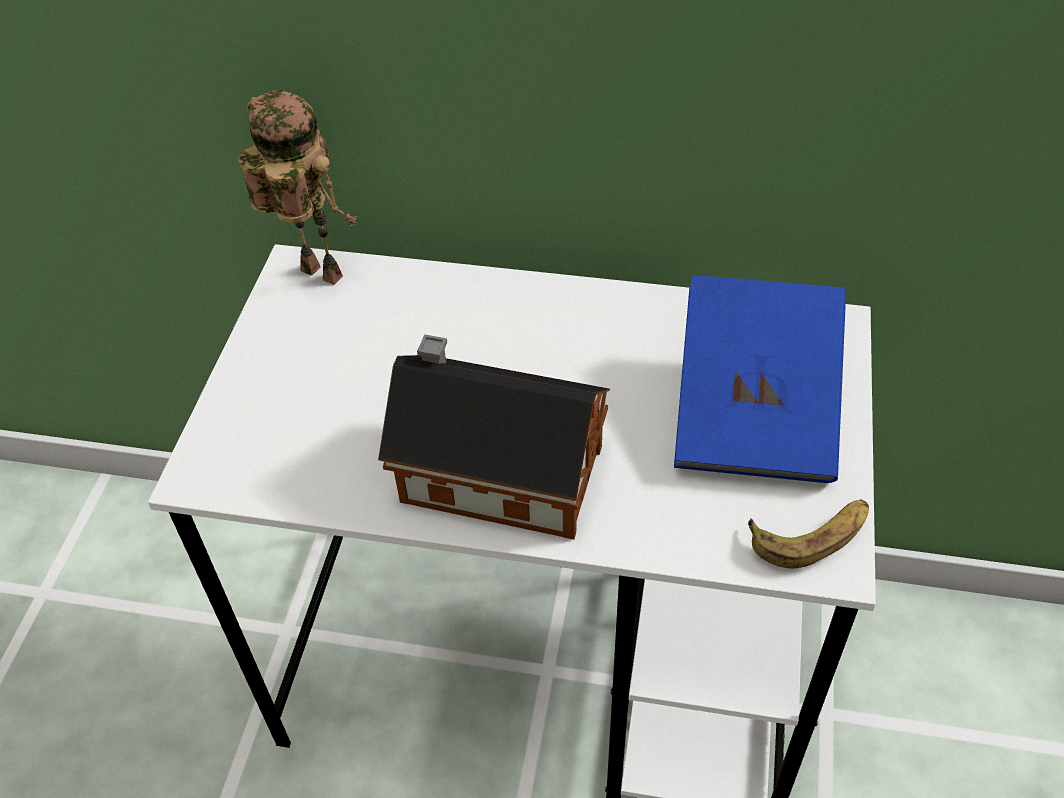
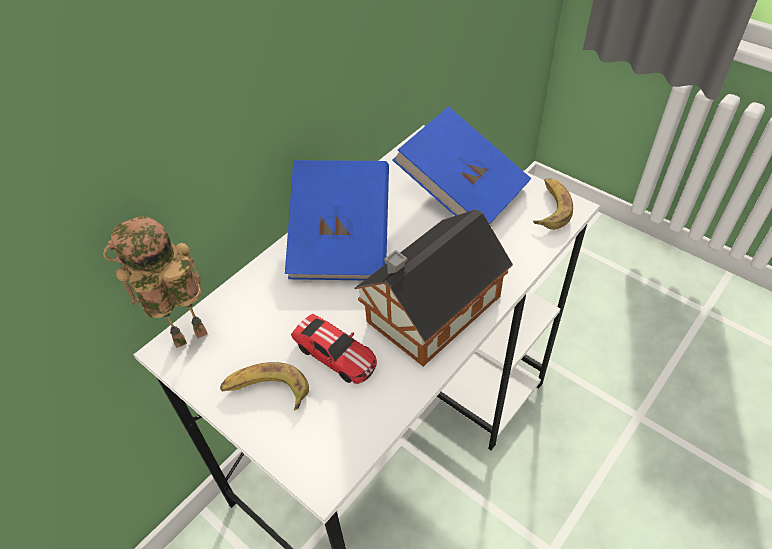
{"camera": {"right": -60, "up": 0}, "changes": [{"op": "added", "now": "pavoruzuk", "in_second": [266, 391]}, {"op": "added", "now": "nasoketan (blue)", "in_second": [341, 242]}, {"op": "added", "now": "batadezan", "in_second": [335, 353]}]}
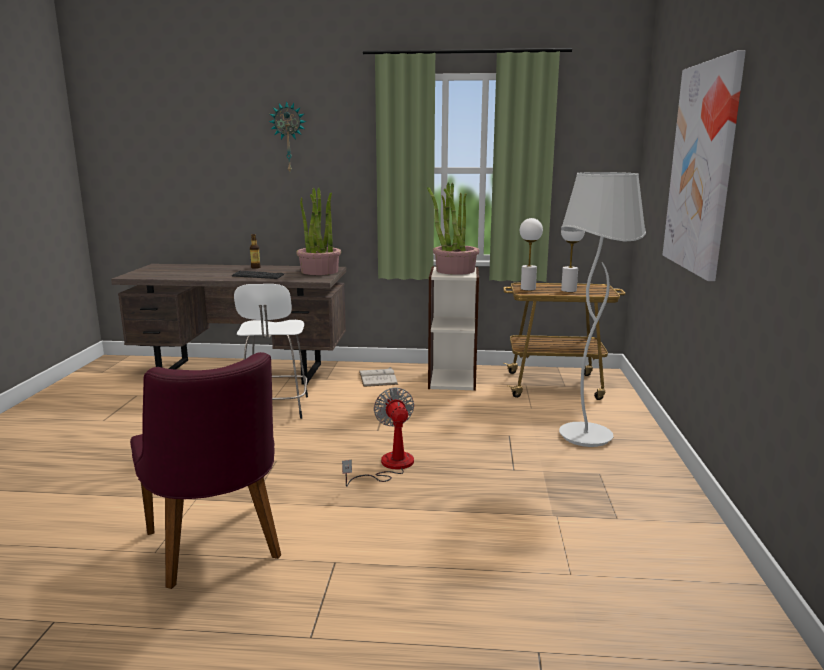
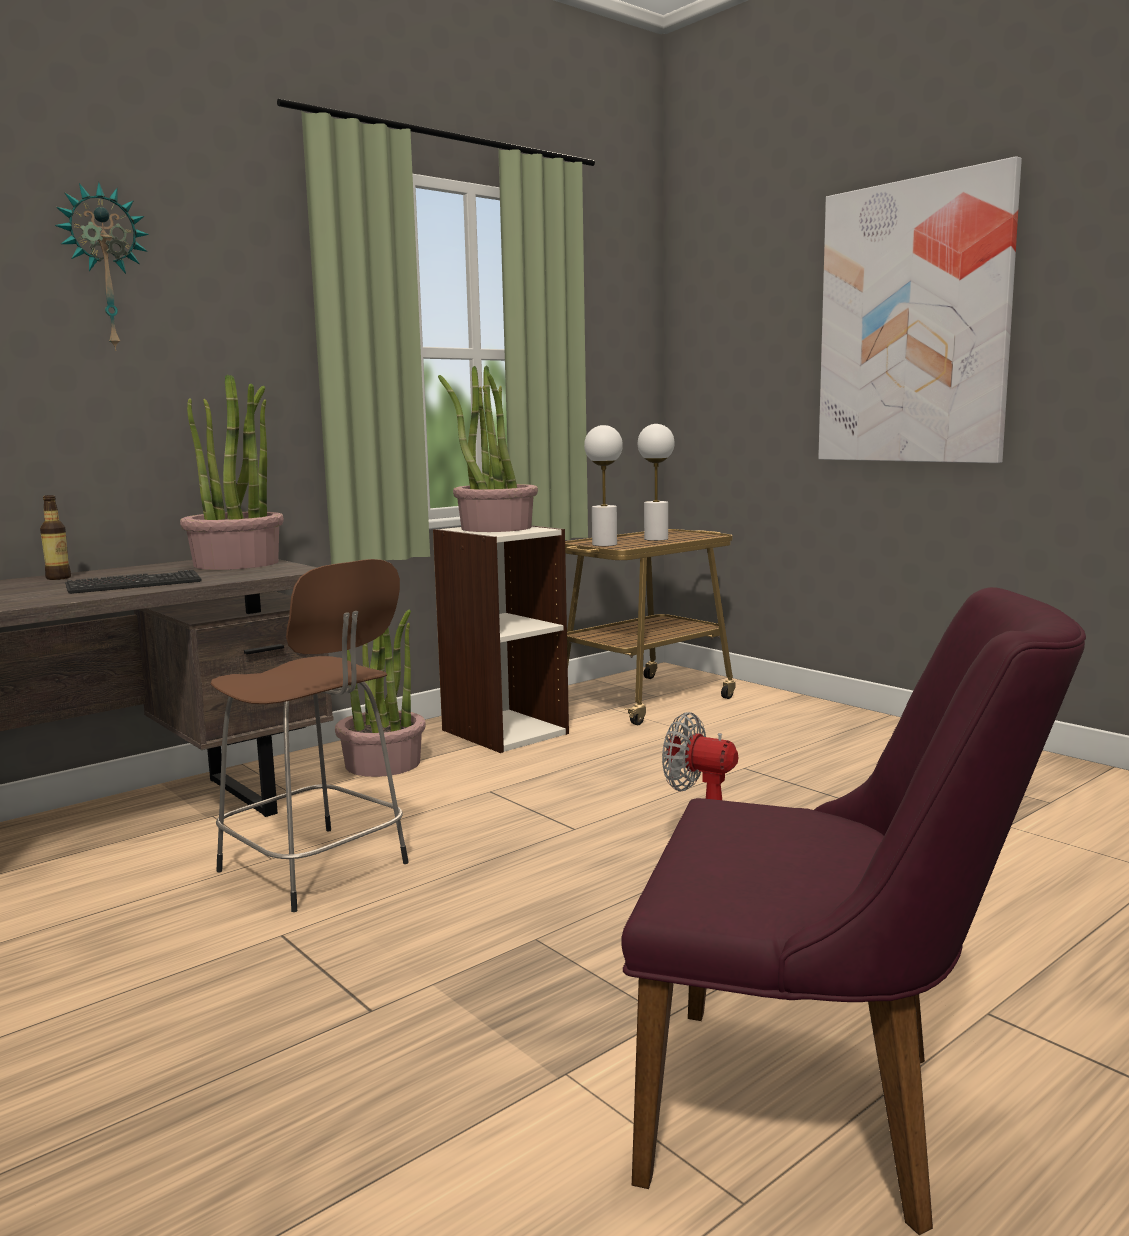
{"camera": {"right": -45, "up": -5}, "changes": [{"op": "recoloured", "was": "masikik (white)", "now": "masikik (brown)", "in_first": [275, 409], "in_second": [317, 869]}, {"op": "replaced", "was": "nasoketan (white)", "now": "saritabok", "in_first": [378, 378], "in_second": [383, 764]}, {"op": "removed", "was": "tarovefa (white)", "in_first": [586, 436]}]}
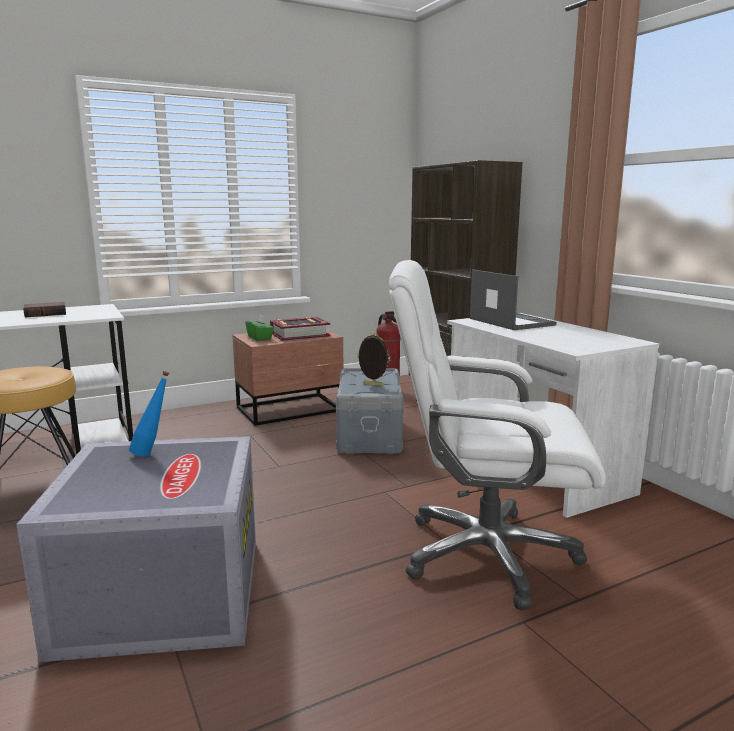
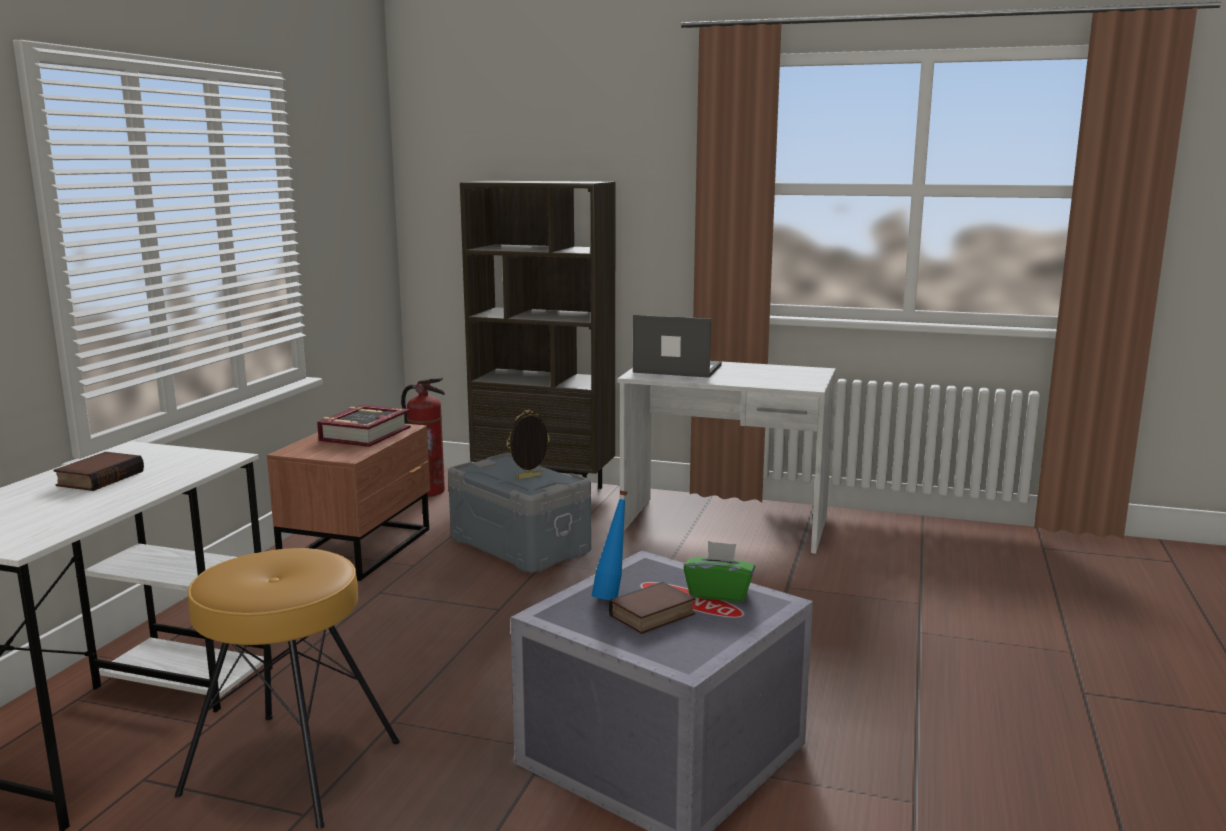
{"camera": {"right": -45, "up": 0}, "changes": [{"op": "moved", "was": "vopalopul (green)", "in_first": [260, 338], "in_second": [719, 593]}, {"op": "removed", "was": "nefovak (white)", "in_first": [485, 554]}, {"op": "added", "now": "nasoketan", "in_second": [652, 616]}]}
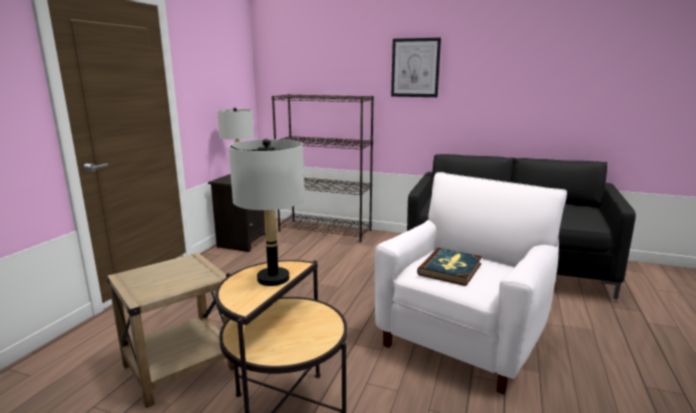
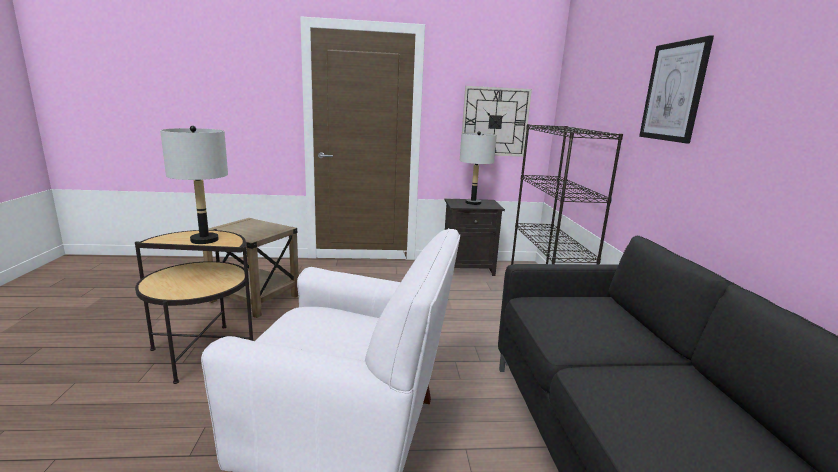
{"camera": {"right": 65, "up": 0}, "changes": [{"op": "removed", "was": "nasoketan", "in_first": [450, 269]}, {"op": "added", "now": "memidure", "in_second": [495, 122]}]}
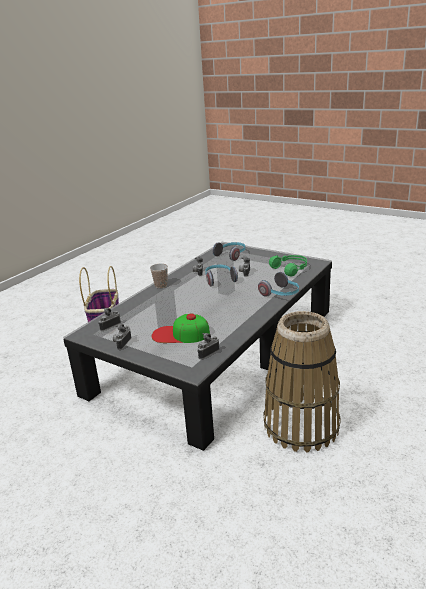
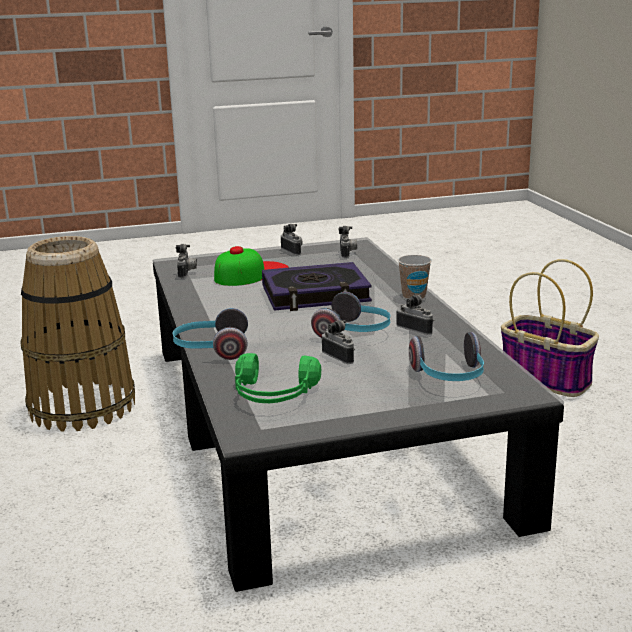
{"camera": {"right": 130, "up": -5}, "changes": [{"op": "added", "now": "nasoketan", "in_second": [315, 295]}]}
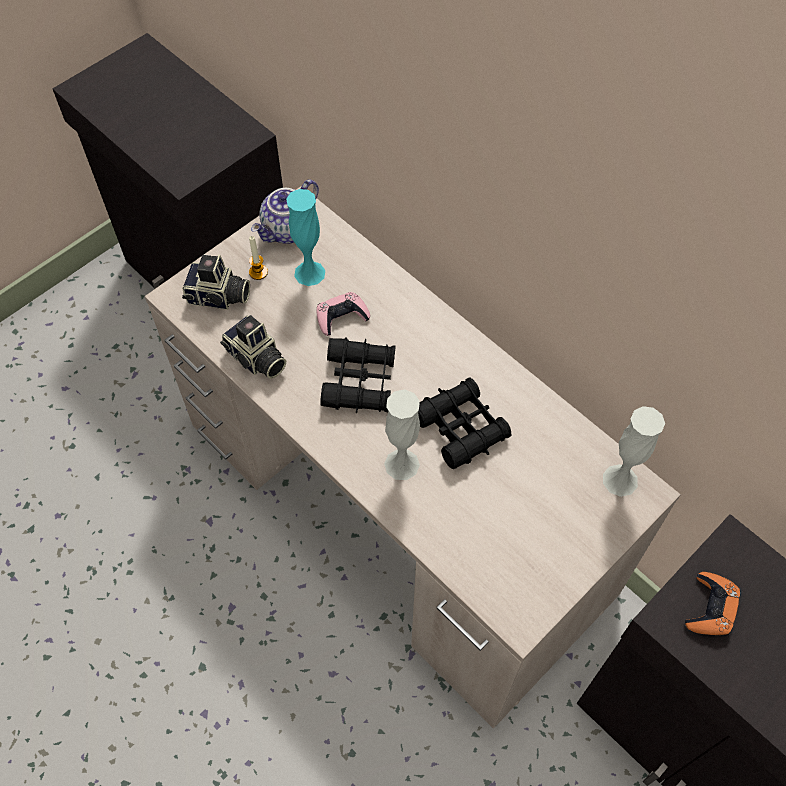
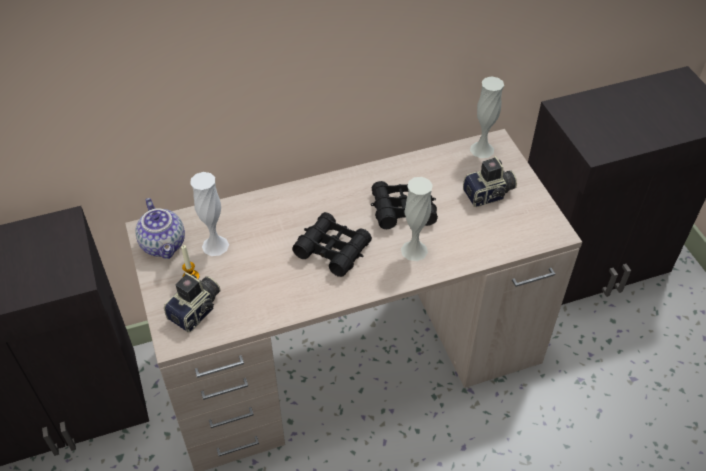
{"camera": {"right": -65, "up": -10}, "changes": [{"op": "moved", "was": "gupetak", "in_first": [256, 359], "in_second": [489, 195]}, {"op": "recoloured", "was": "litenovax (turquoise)", "now": "litenovax (white)", "in_first": [309, 273], "in_second": [215, 245]}, {"op": "removed", "was": "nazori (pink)", "in_first": [341, 317]}, {"op": "removed", "was": "nazori (orange)", "in_first": [710, 608]}]}
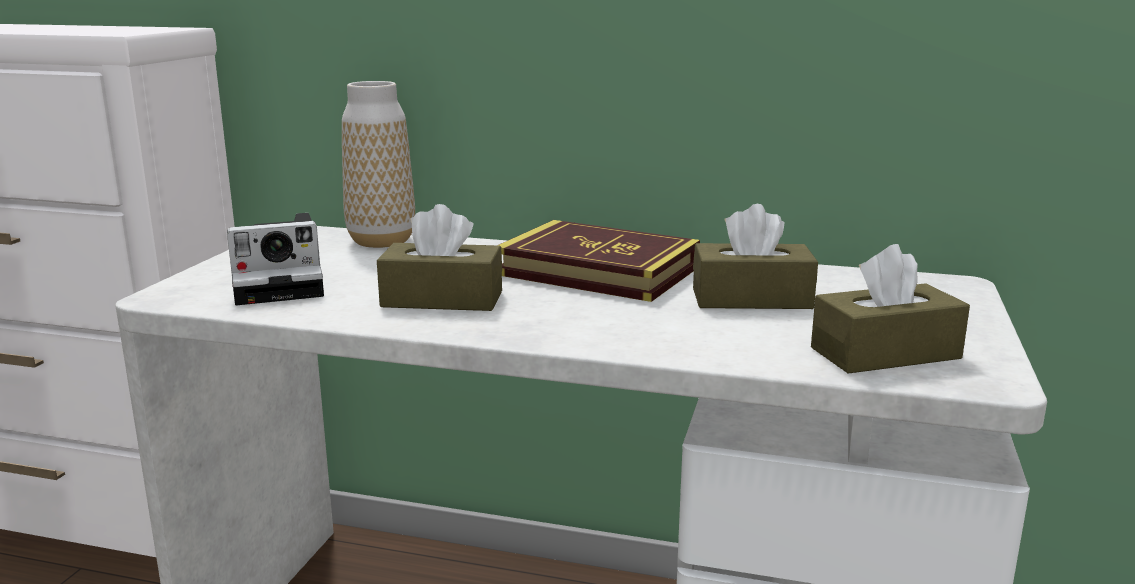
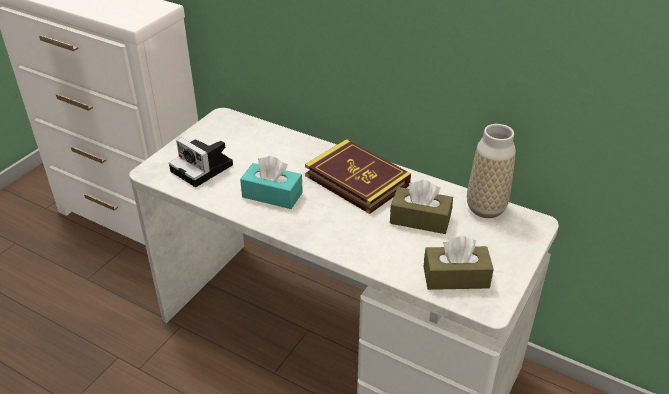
{"camera": {"right": 15, "up": 20}, "changes": [{"op": "turned", "was": "gupetak", "in_first": [282, 284], "in_second": [204, 168], "clockwise": 45}, {"op": "moved", "was": "litenovax", "in_first": [381, 241], "in_second": [485, 209]}, {"op": "recoloured", "was": "vopalopul (brown)", "now": "vopalopul (turquoise)", "in_first": [442, 299], "in_second": [272, 195]}]}
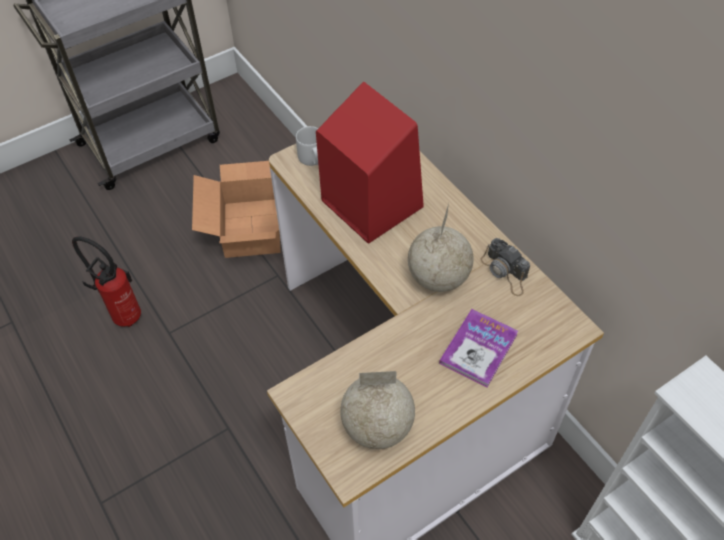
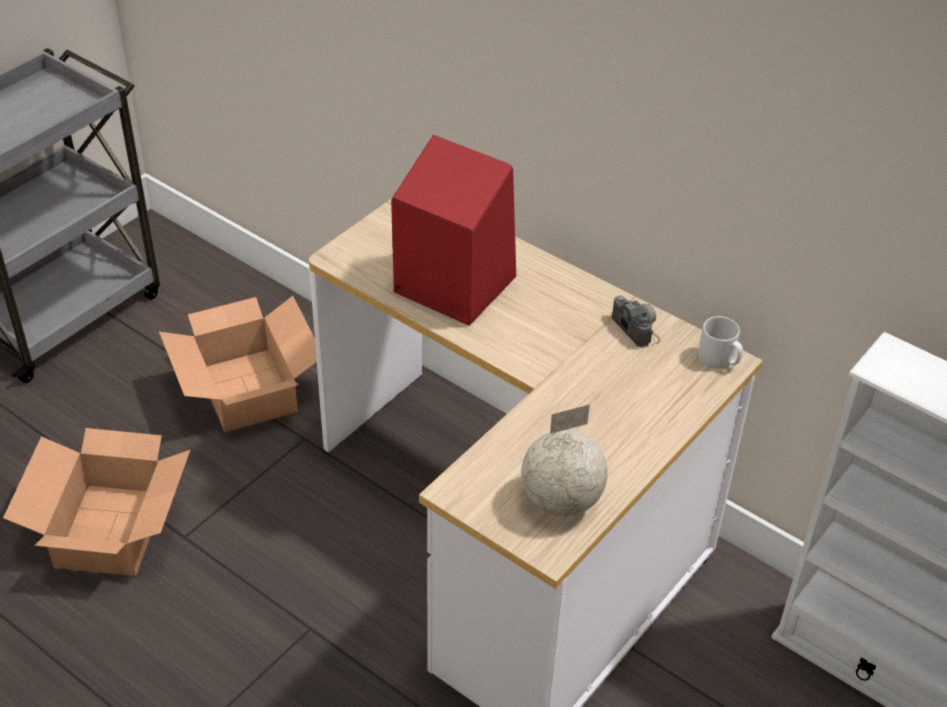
{"camera": {"right": -20, "up": -10}, "changes": [{"op": "replaced", "was": "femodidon", "now": "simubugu", "in_first": [124, 314], "in_second": [113, 529]}, {"op": "moved", "was": "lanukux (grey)", "in_first": [312, 159], "in_second": [719, 359]}, {"op": "removed", "was": "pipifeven", "in_first": [439, 278]}, {"op": "removed", "was": "nasoketan", "in_first": [478, 349]}, {"op": "turned", "was": "gupetak", "in_first": [505, 272], "in_second": [635, 324], "clockwise": -150}]}
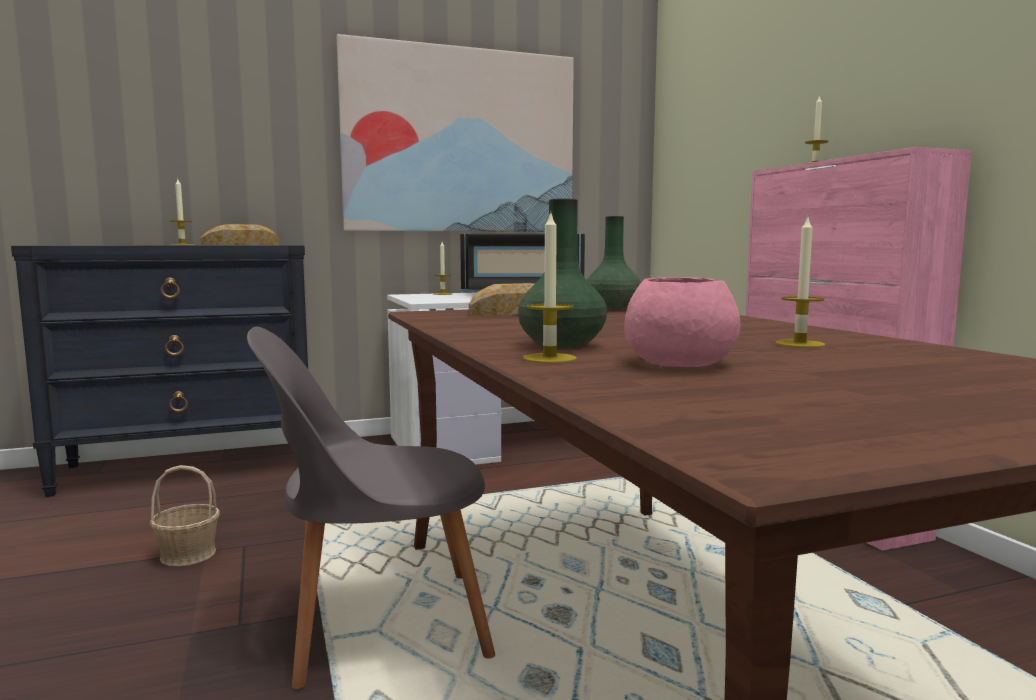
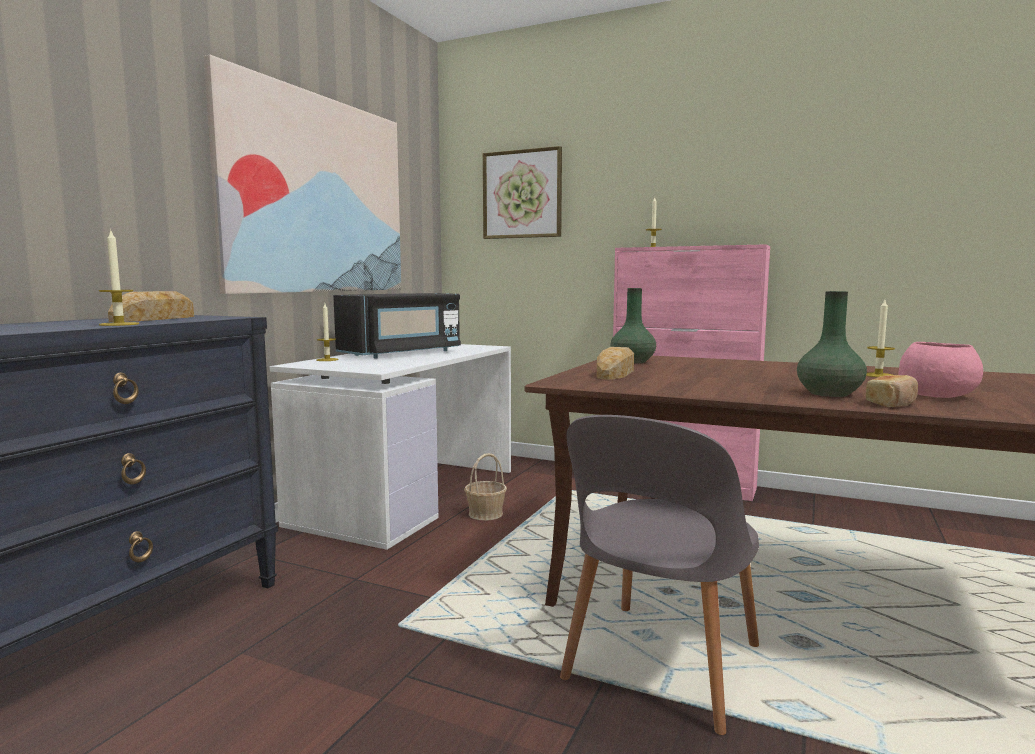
{"camera": {"right": -45, "up": 0}, "changes": [{"op": "moved", "was": "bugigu", "in_first": [188, 554], "in_second": [485, 514]}, {"op": "replaced", "was": "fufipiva", "now": "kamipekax", "in_first": [549, 358], "in_second": [892, 403]}, {"op": "added", "now": "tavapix", "in_second": [522, 194]}]}
